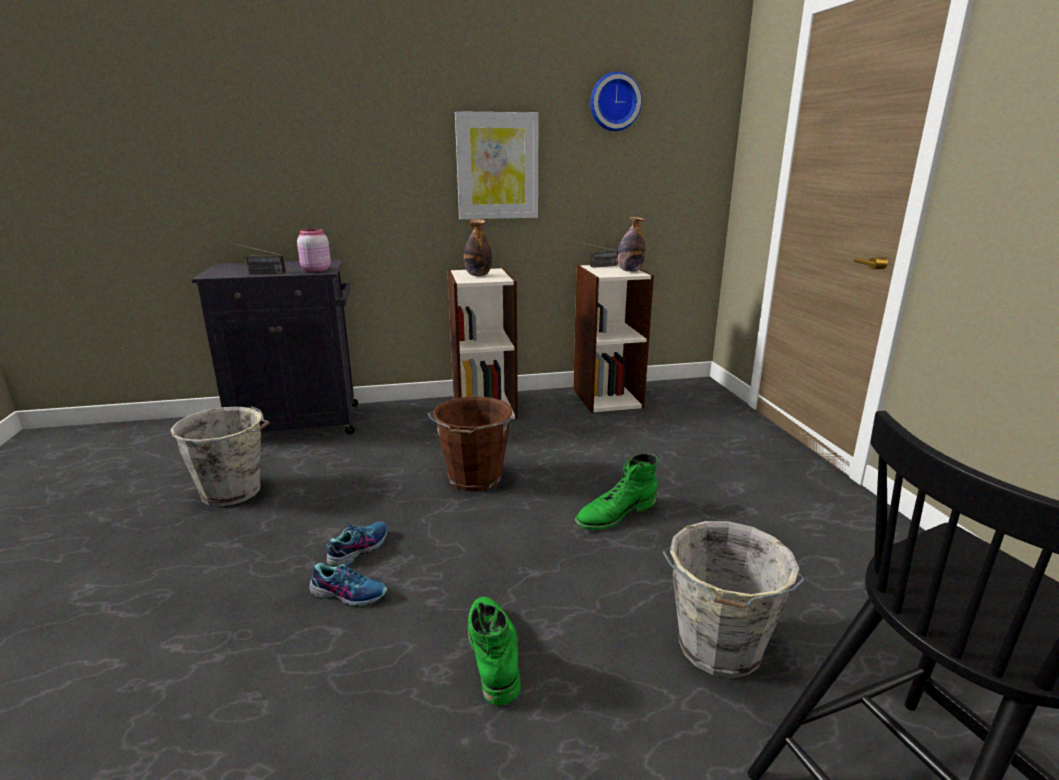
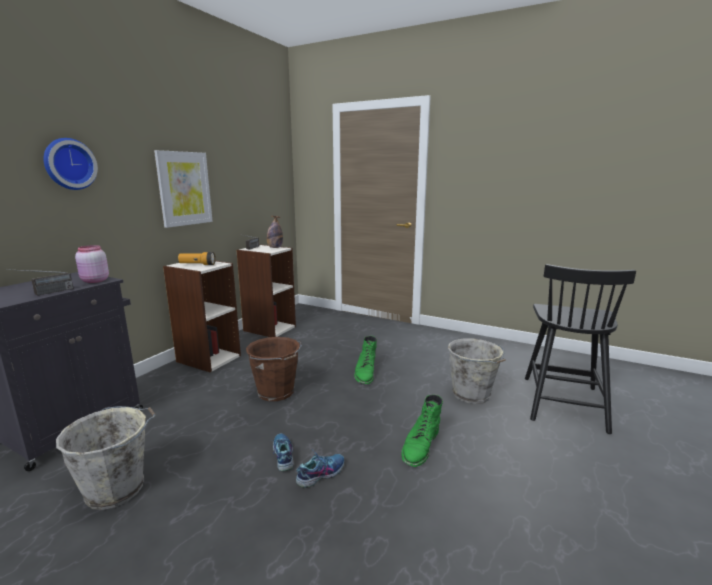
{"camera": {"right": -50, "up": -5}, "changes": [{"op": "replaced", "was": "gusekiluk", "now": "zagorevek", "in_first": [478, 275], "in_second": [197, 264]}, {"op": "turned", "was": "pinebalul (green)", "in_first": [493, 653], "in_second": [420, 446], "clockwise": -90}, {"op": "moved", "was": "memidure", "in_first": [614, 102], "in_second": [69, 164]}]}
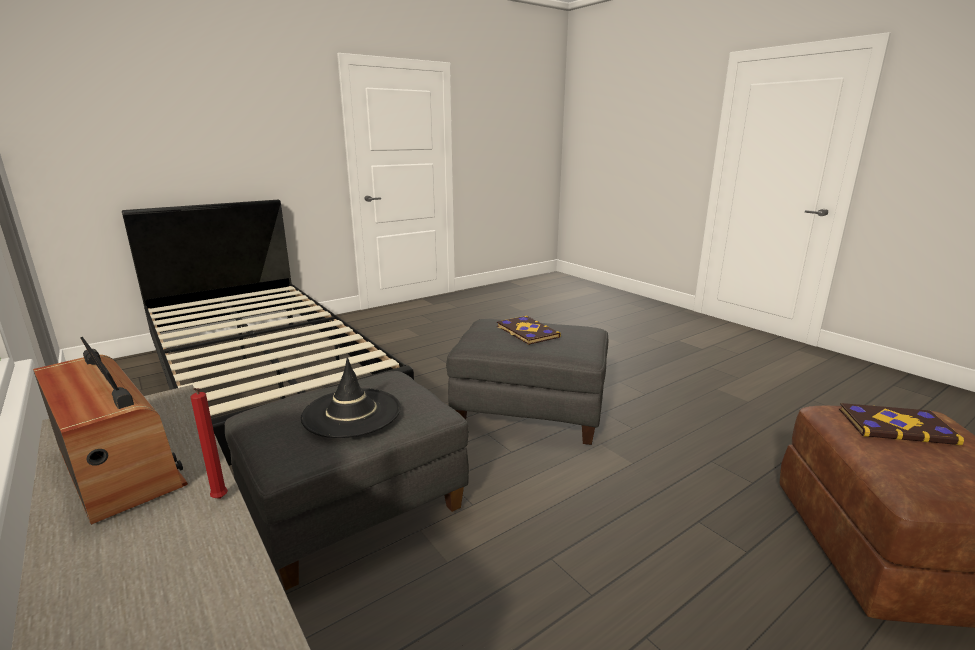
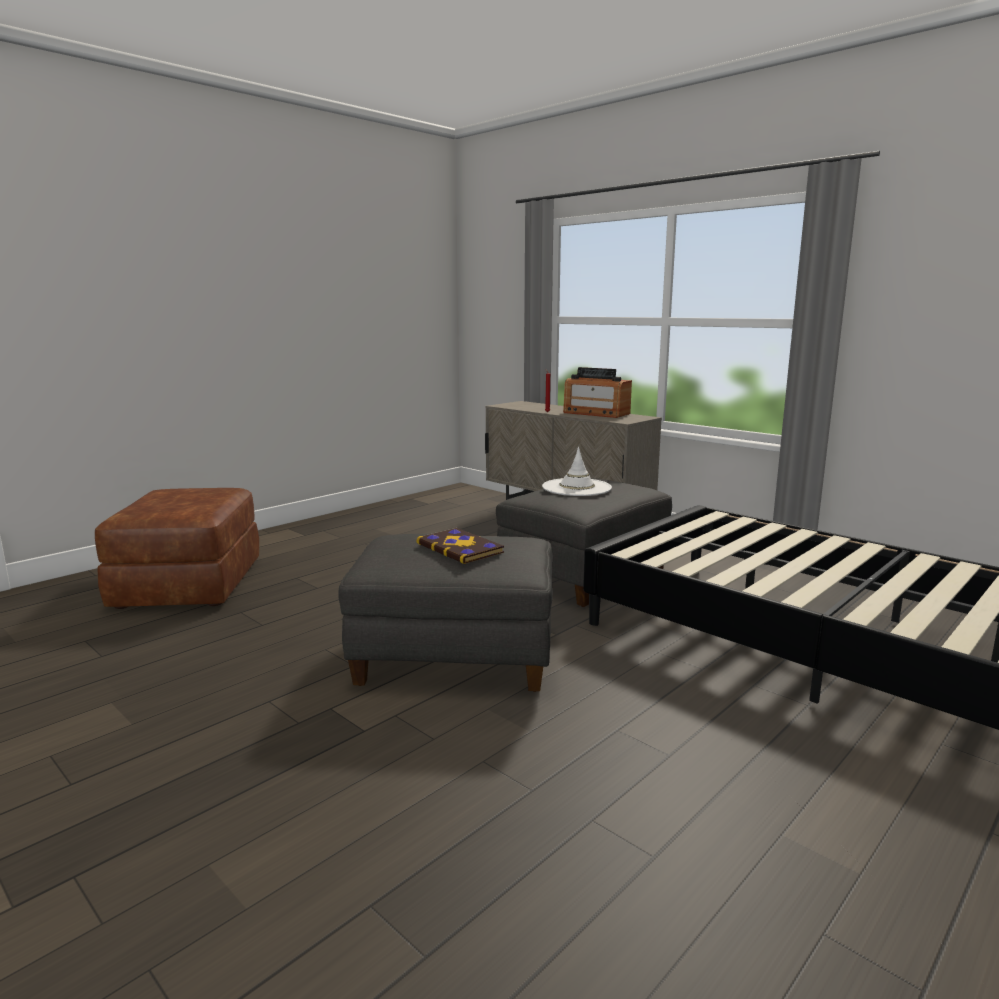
{"camera": {"right": 170, "up": -5}, "changes": [{"op": "recoloured", "was": "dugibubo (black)", "now": "dugibubo (white)", "in_first": [351, 413], "in_second": [576, 488]}, {"op": "removed", "was": "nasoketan", "in_first": [895, 426]}]}
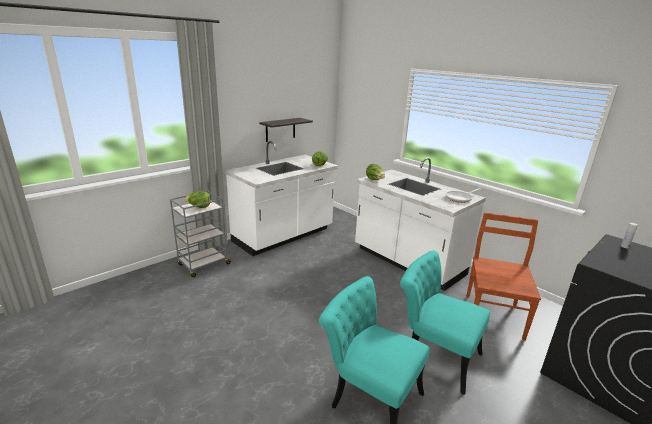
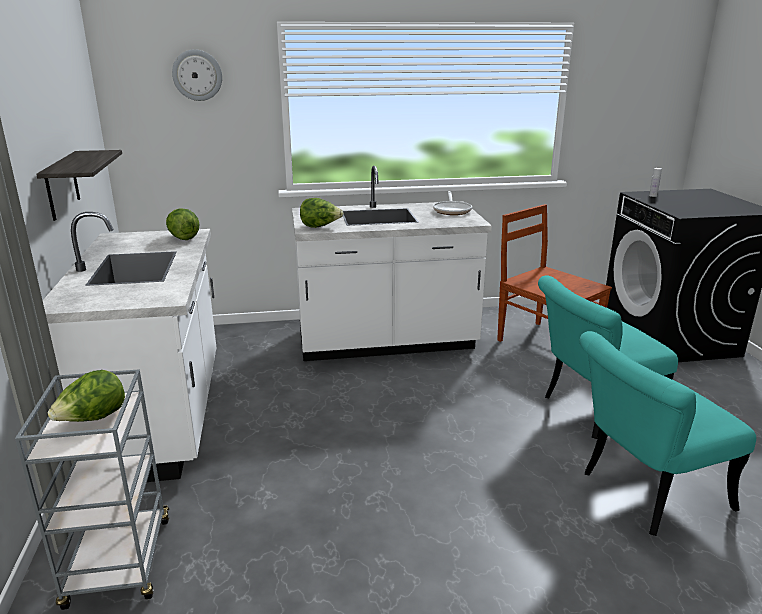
{"camera": {"right": -55, "up": 0}, "changes": [{"op": "added", "now": "memidure", "in_second": [197, 75]}]}
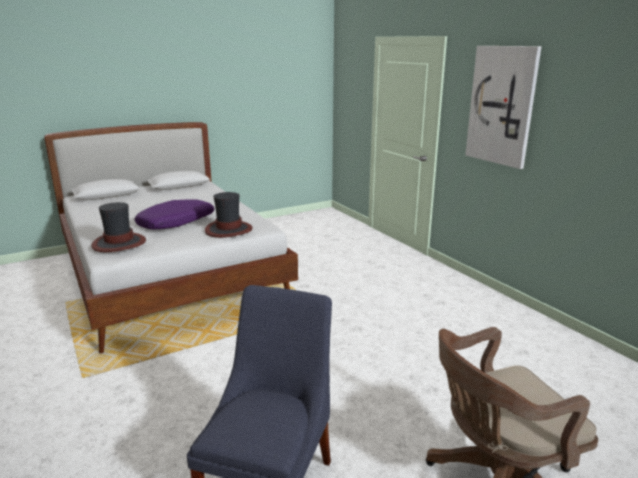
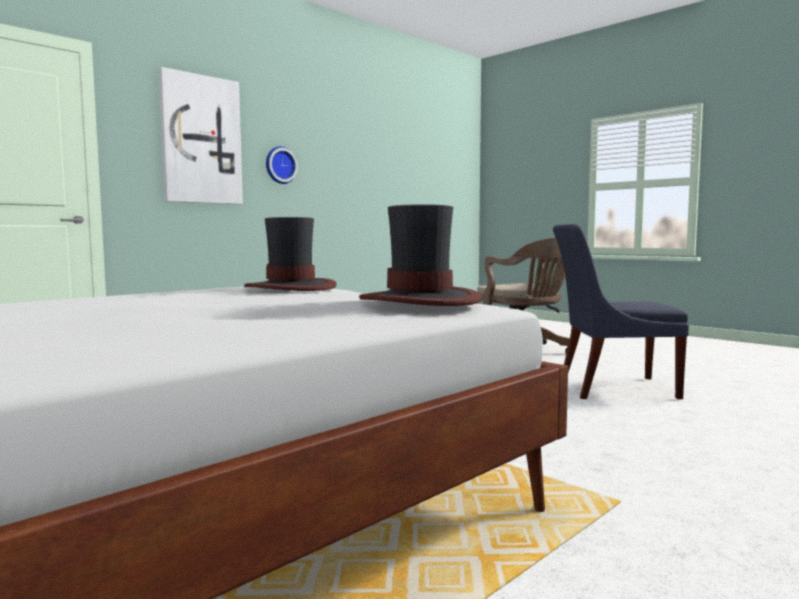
{"camera": {"right": -105, "up": -15}, "changes": [{"op": "removed", "was": "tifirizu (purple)", "in_first": [176, 222]}, {"op": "added", "now": "memidure", "in_second": [280, 165]}]}
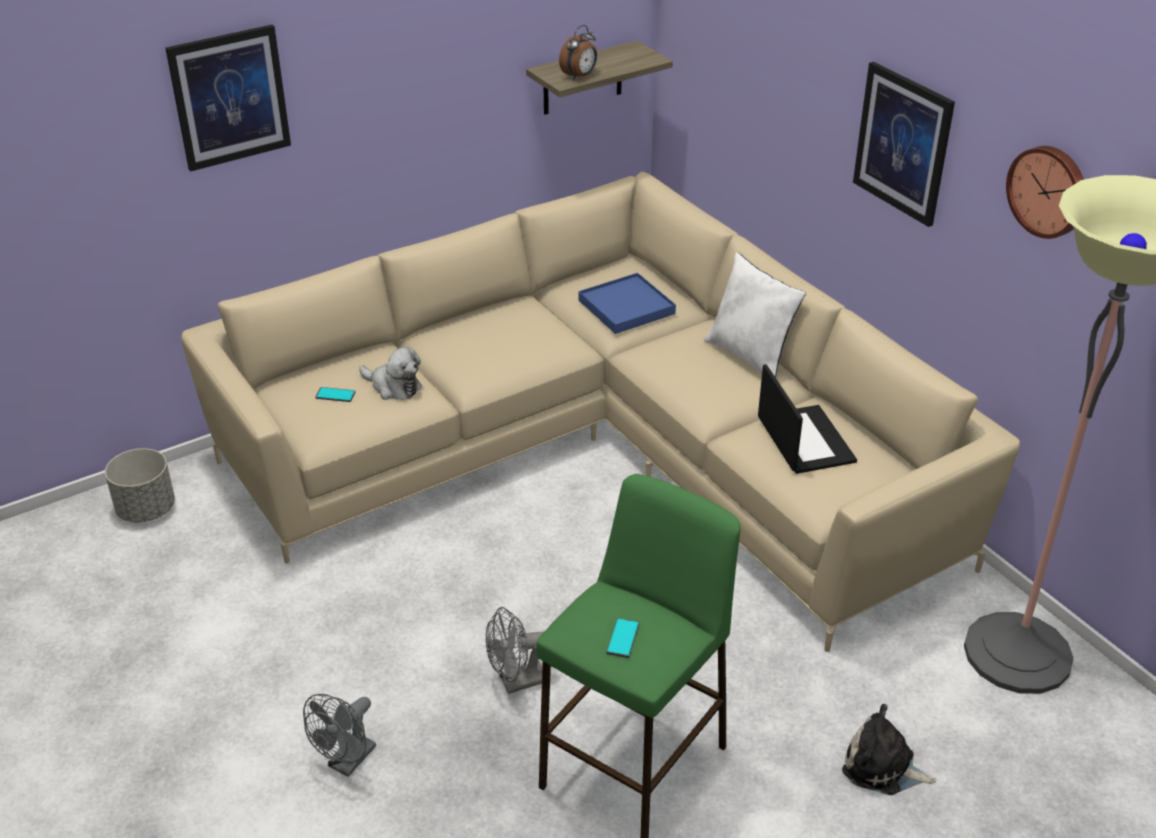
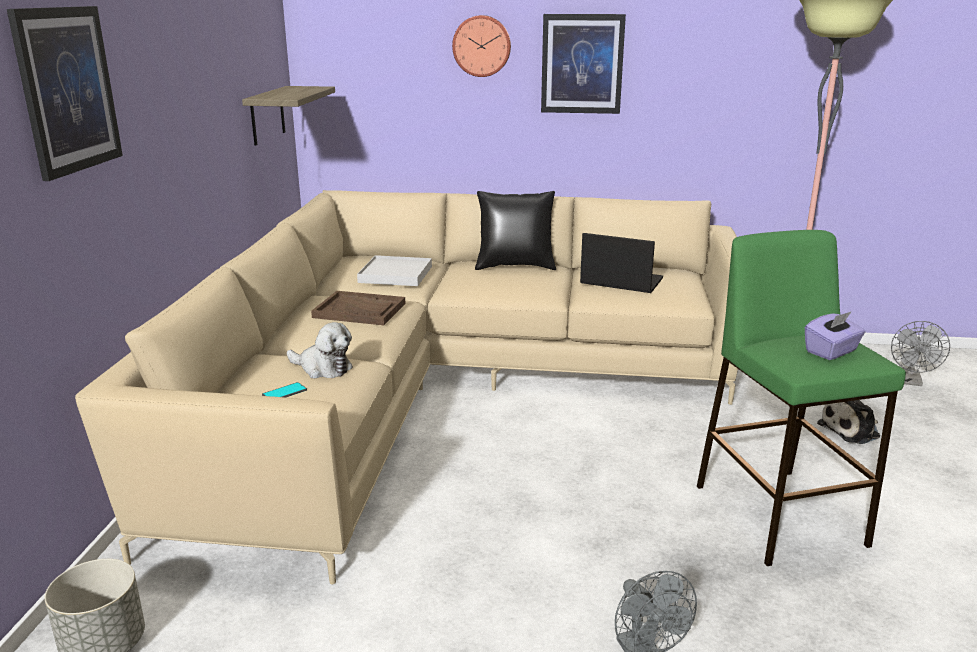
{"camera": {"right": -50, "up": -15}, "changes": [{"op": "turned", "was": "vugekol", "in_first": [393, 387], "in_second": [323, 368], "clockwise": 45}, {"op": "moved", "was": "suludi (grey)", "in_first": [517, 682], "in_second": [911, 381]}, {"op": "removed", "was": "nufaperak", "in_first": [579, 76]}, {"op": "recoloured", "was": "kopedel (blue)", "now": "kopedel (white)", "in_first": [626, 307], "in_second": [395, 274]}, {"op": "replaced", "was": "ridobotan", "now": "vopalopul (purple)", "in_first": [623, 638], "in_second": [831, 351]}, {"op": "recoloured", "was": "tifirizu (white)", "now": "tifirizu (black)", "in_first": [751, 357], "in_second": [515, 266]}, {"op": "moved", "was": "memidure", "in_first": [1049, 191], "in_second": [482, 46]}, {"op": "added", "now": "kopedel (brown)", "in_second": [360, 310]}]}
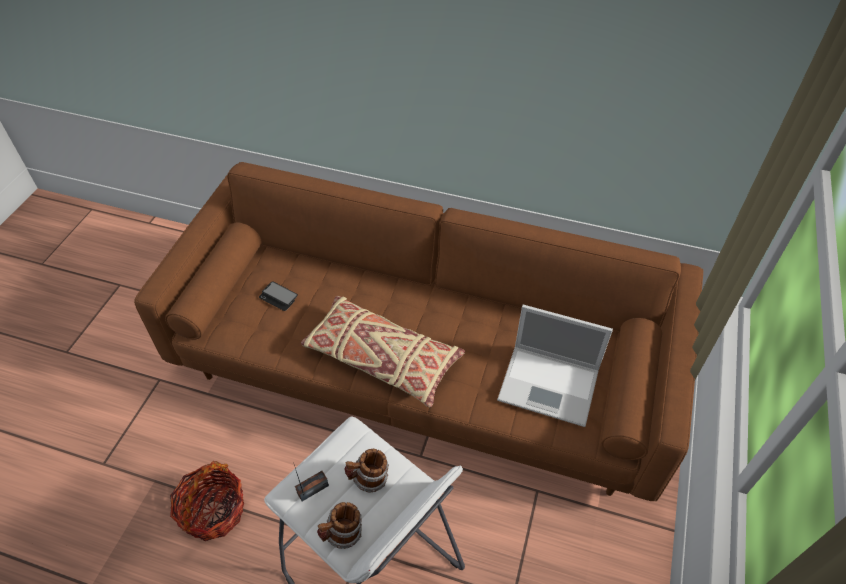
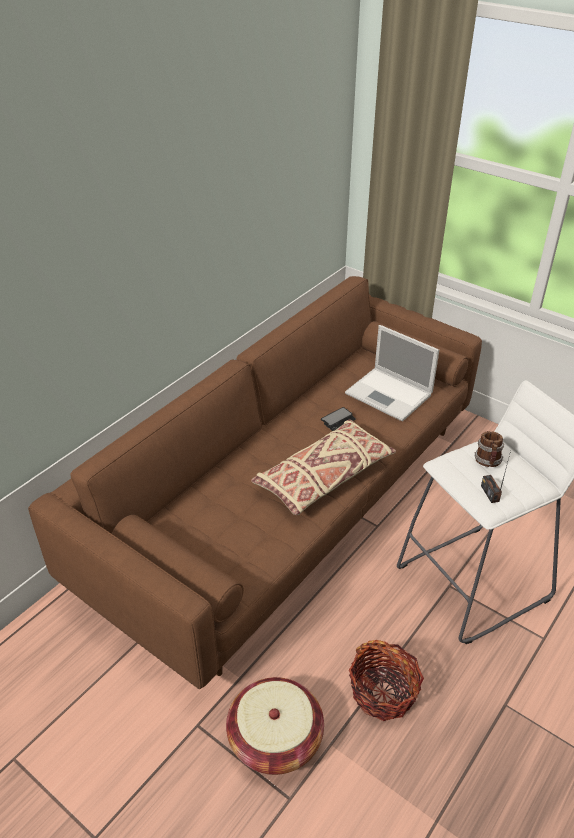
{"camera": {"right": -70, "up": -10}, "changes": [{"op": "moved", "was": "ridobotan", "in_first": [278, 297], "in_second": [338, 420]}, {"op": "removed", "was": "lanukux", "in_first": [342, 535]}, {"op": "turned", "was": "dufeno", "in_first": [550, 385], "in_second": [390, 394], "clockwise": 90}, {"op": "added", "now": "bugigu", "in_second": [275, 738]}]}
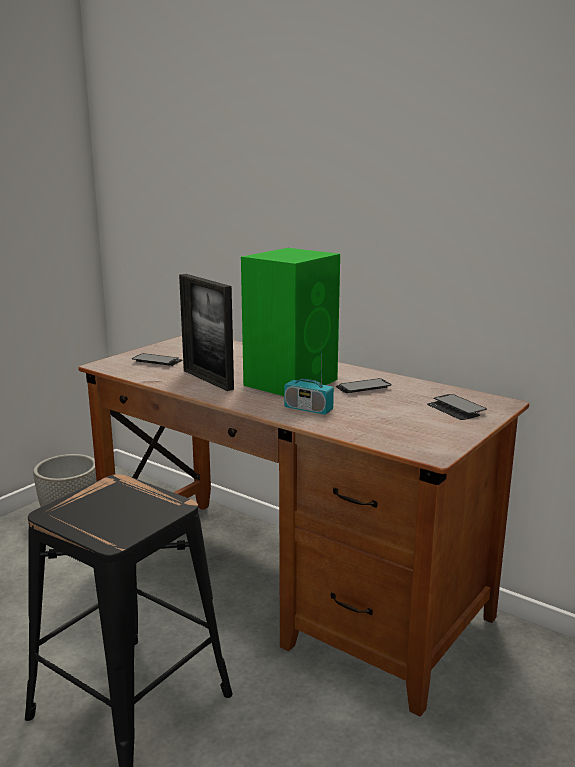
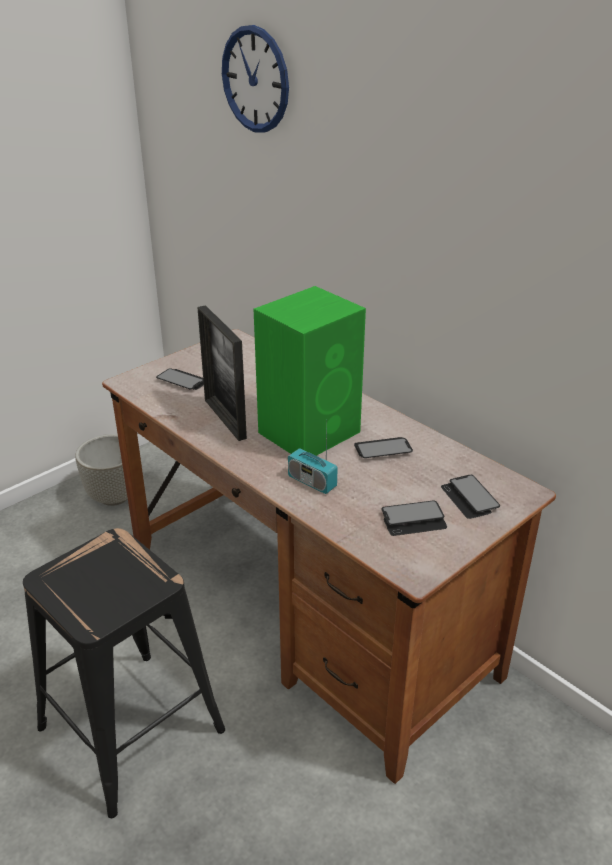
{"camera": {"right": 10, "up": 15}, "changes": [{"op": "added", "now": "memidure", "in_second": [255, 80]}, {"op": "added", "now": "ridobotan", "in_second": [413, 520]}]}
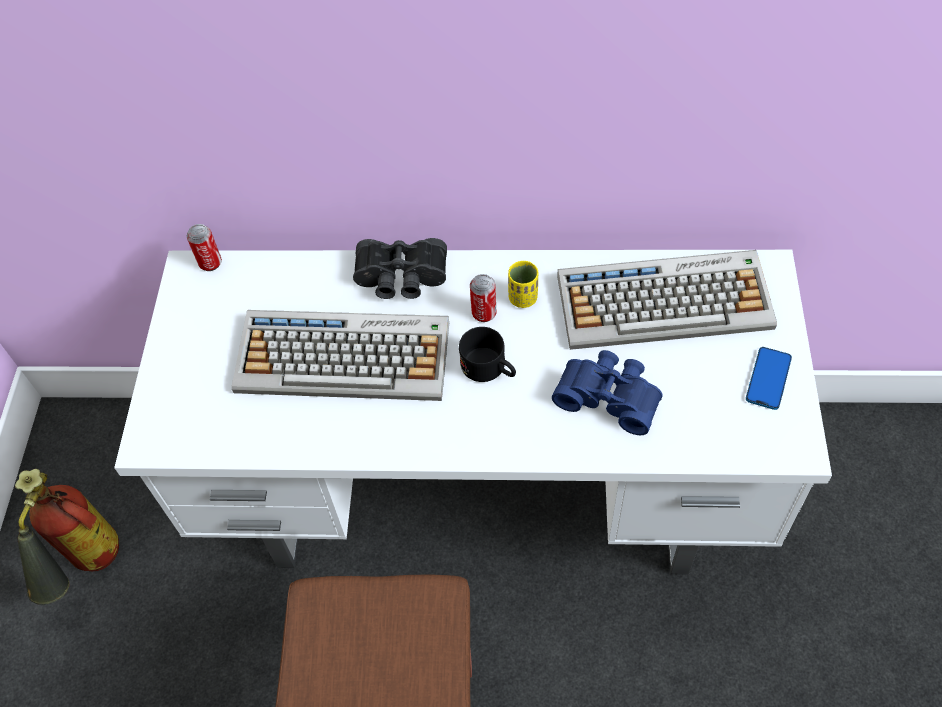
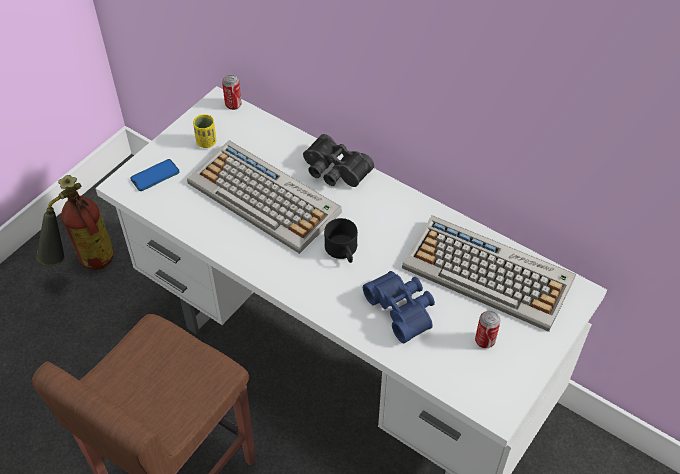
{"camera": {"right": 30, "up": -5}, "changes": [{"op": "moved", "was": "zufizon", "in_first": [484, 313], "in_second": [485, 340]}, {"op": "moved", "was": "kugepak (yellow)", "in_first": [523, 298], "in_second": [206, 142]}, {"op": "moved", "was": "ridobotan", "in_first": [768, 379], "in_second": [155, 176]}]}
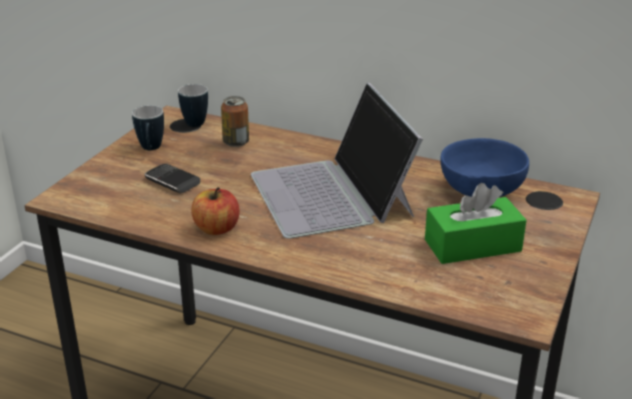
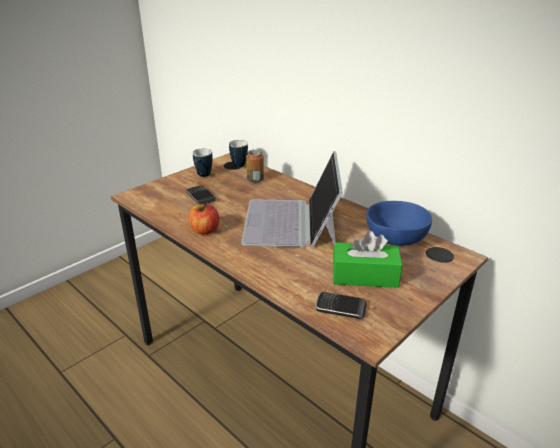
{"camera": {"right": 20, "up": 0}, "changes": [{"op": "added", "now": "ridobotan", "in_second": [340, 308]}]}
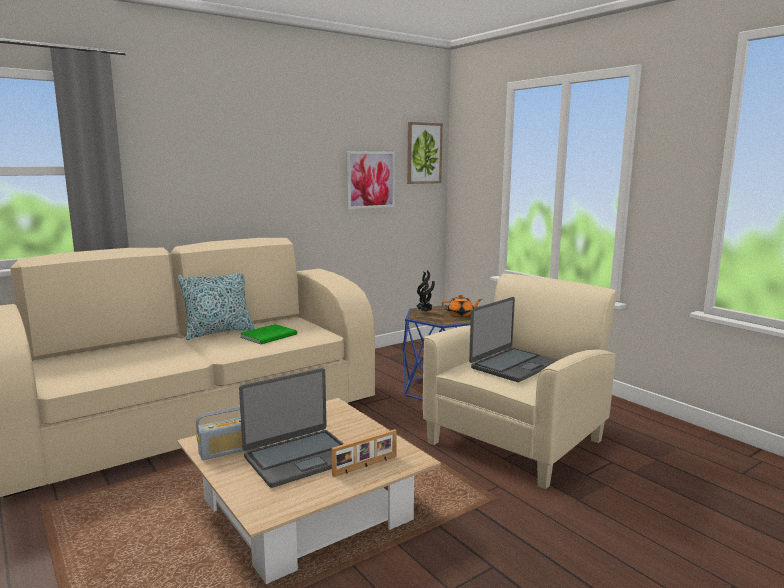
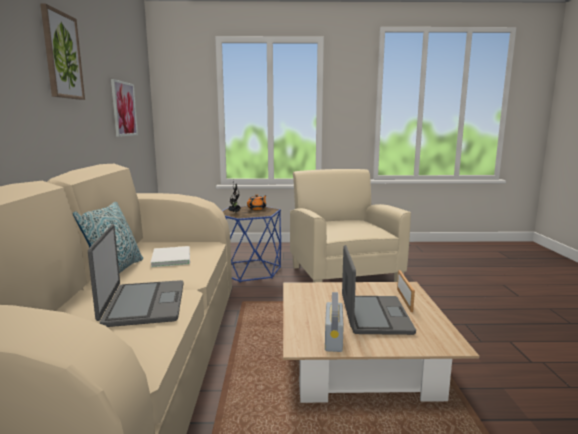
{"camera": {"right": -55, "up": 0}, "changes": [{"op": "recoloured", "was": "nasoketan (green)", "now": "nasoketan (white)", "in_first": [270, 336], "in_second": [172, 257]}, {"op": "moved", "was": "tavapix", "in_first": [423, 153], "in_second": [62, 55]}, {"op": "moved", "was": "dufeno", "in_first": [513, 365], "in_second": [143, 304]}]}
